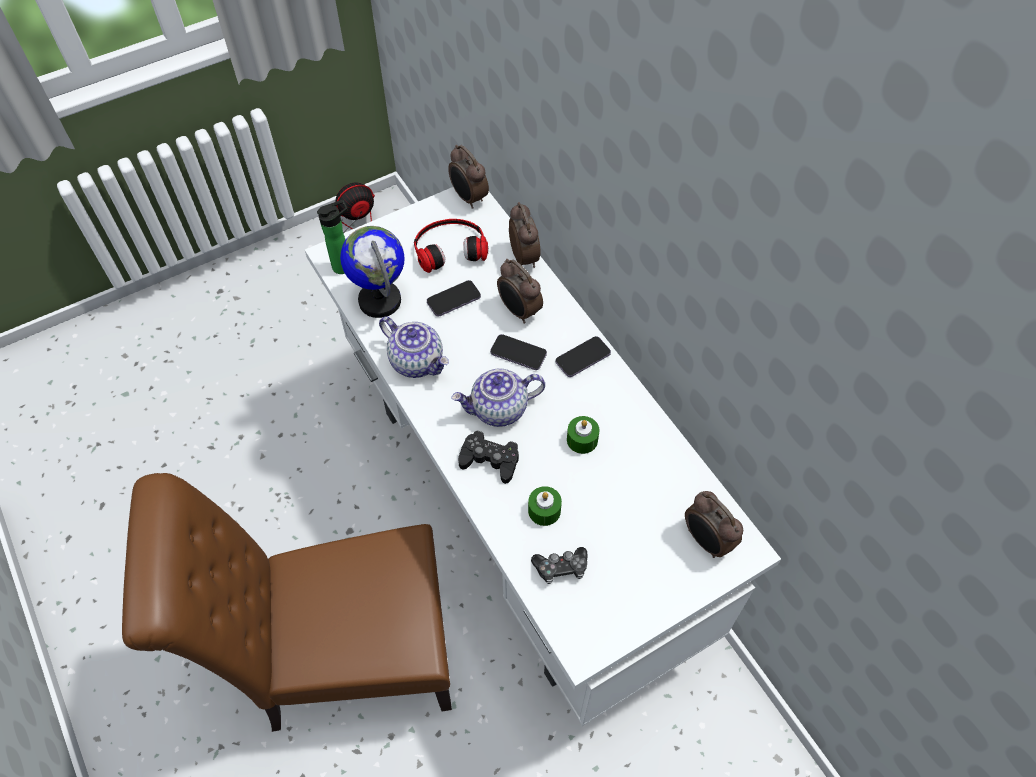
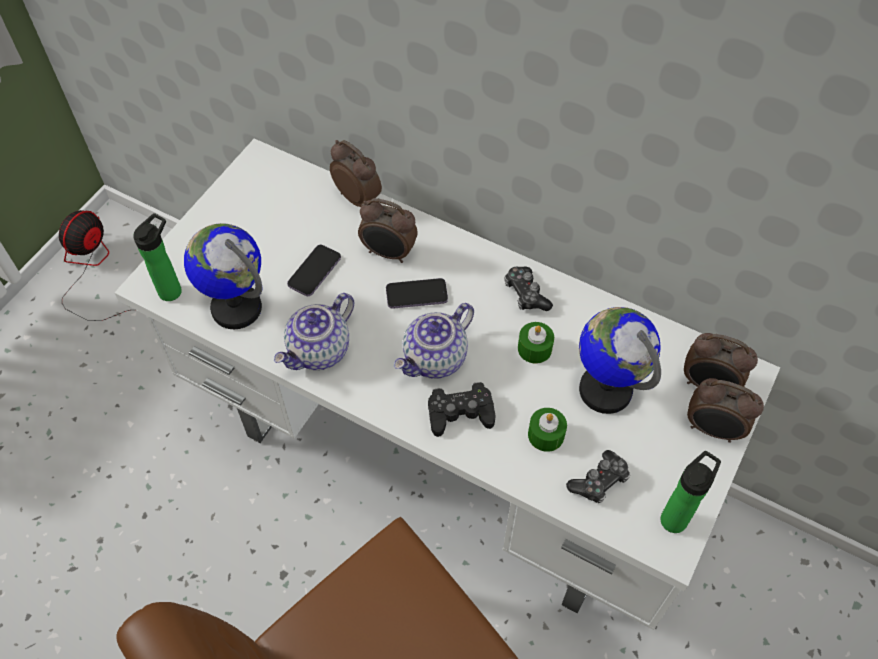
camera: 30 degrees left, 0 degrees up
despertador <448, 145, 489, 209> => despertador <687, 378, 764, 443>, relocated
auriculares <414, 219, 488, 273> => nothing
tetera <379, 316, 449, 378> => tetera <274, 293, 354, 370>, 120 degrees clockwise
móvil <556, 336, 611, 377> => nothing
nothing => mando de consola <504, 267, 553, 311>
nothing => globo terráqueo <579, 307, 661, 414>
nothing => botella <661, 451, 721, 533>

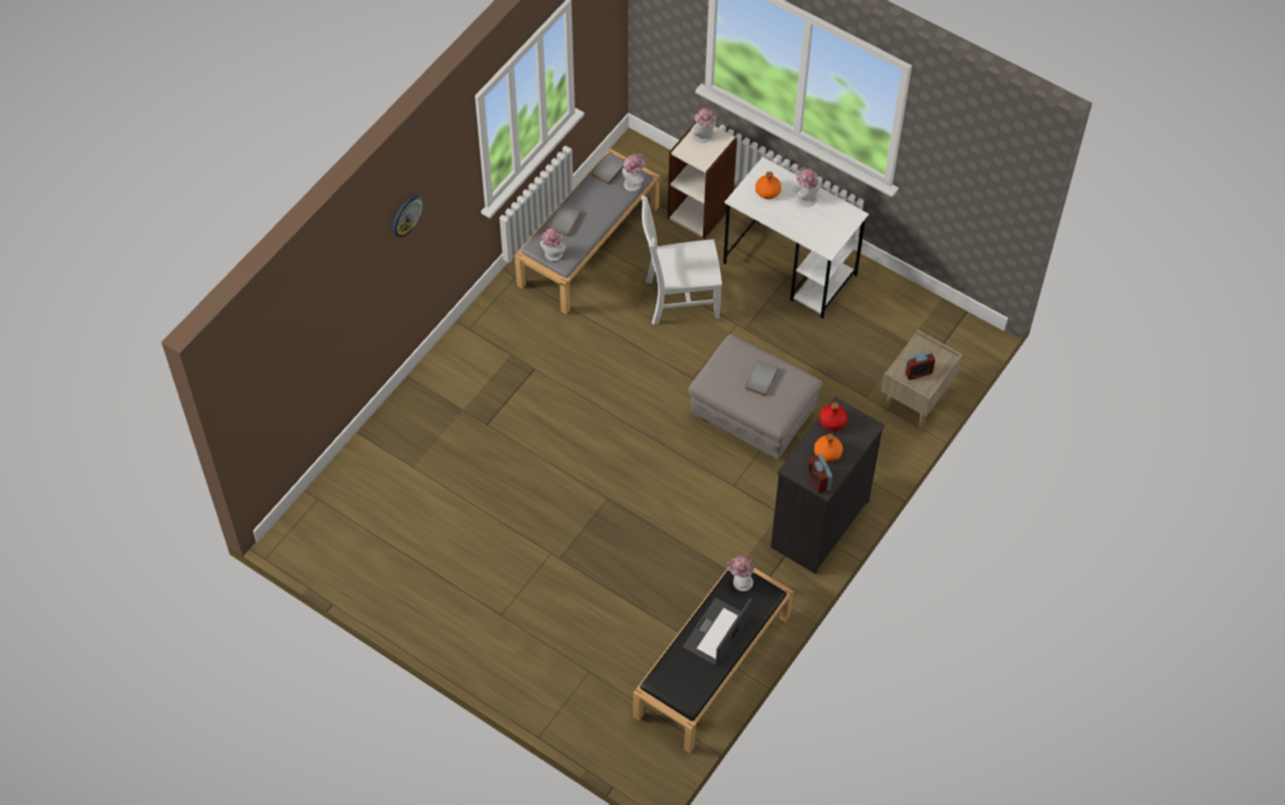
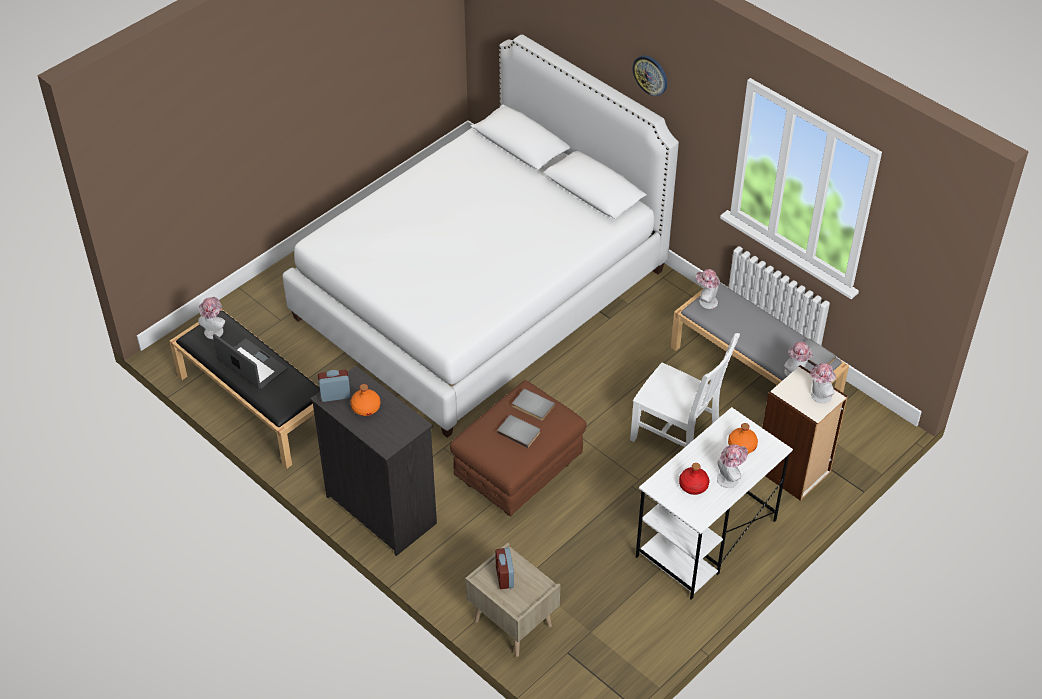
camera: 100 degrees right, 10 degrees down
silla (blanco) <641, 195, 722, 325> => silla (blanco) <630, 333, 740, 447>, 120 degrees clockwise
libro (gris) <548, 204, 581, 237> => libro (gris) <512, 388, 555, 421>, relocated
puf (gris) <688, 334, 822, 460> => puf (marrón) <450, 380, 587, 516>
botella (rojo) <819, 402, 848, 431> => botella (rojo) <679, 463, 709, 495>, relocated
sombrero <727, 556, 754, 592> => sombrero <198, 297, 225, 339>, relocated
nothing => cama (blanco) <282, 34, 679, 438>

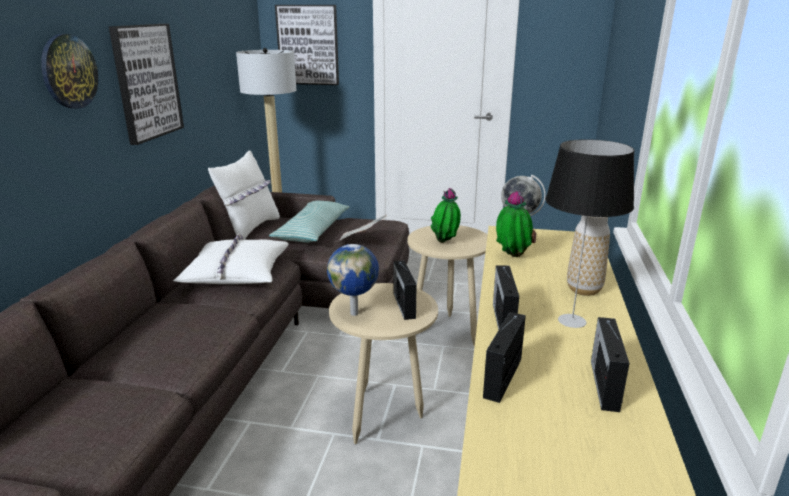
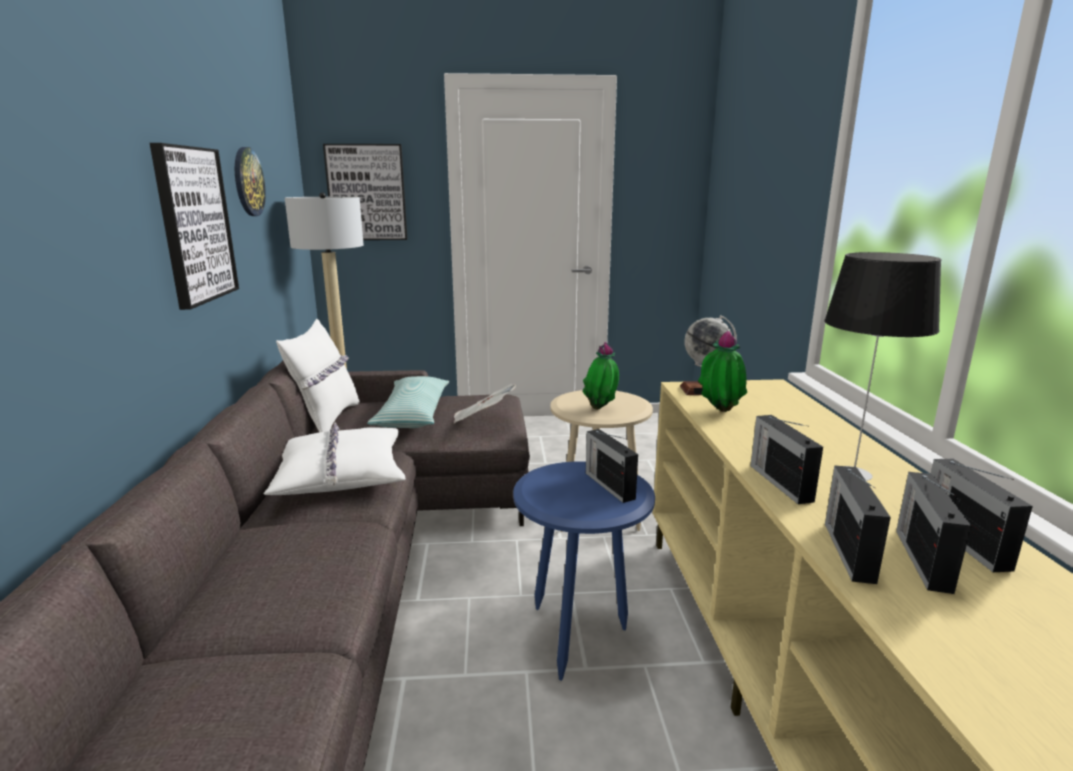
camera: 15 degrees left, 5 degrees down
reloj de pared <41, 34, 98, 109> => reloj de pared <235, 147, 266, 216>, relocated
florero <567, 216, 610, 296> => nothing
globo terráqueo <327, 244, 379, 316> => nothing
mesa auxiliar (beis) <329, 283, 438, 444> => mesa auxiliar (azul) <513, 461, 655, 681>
nothing => radio <896, 472, 971, 594>

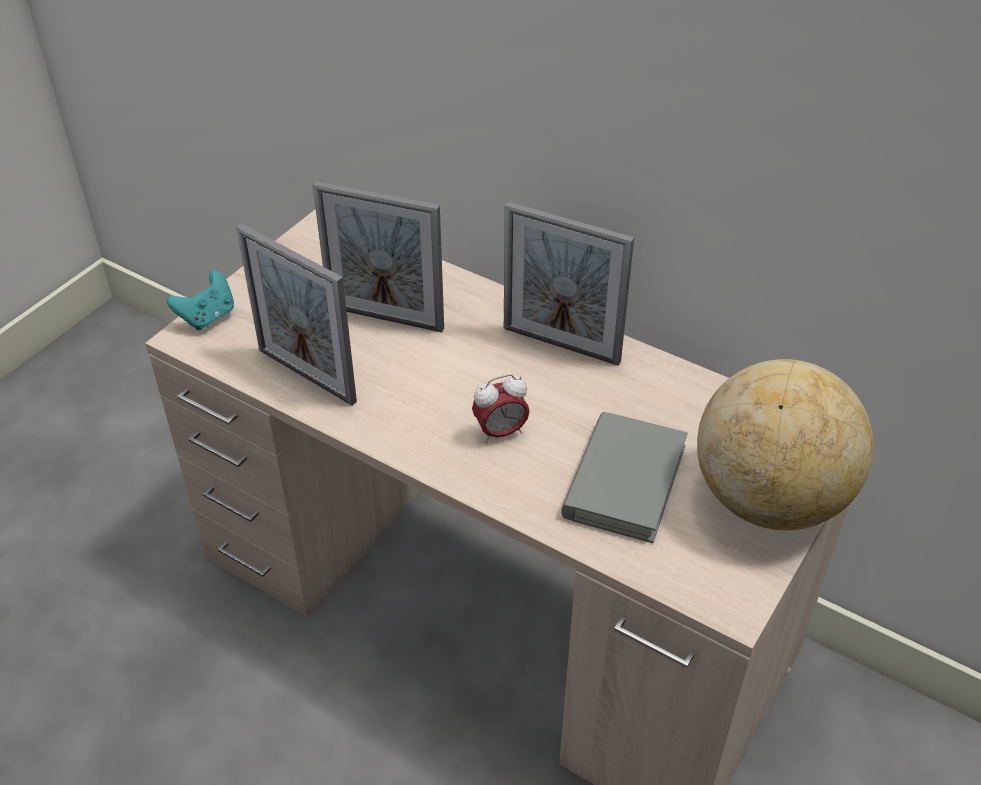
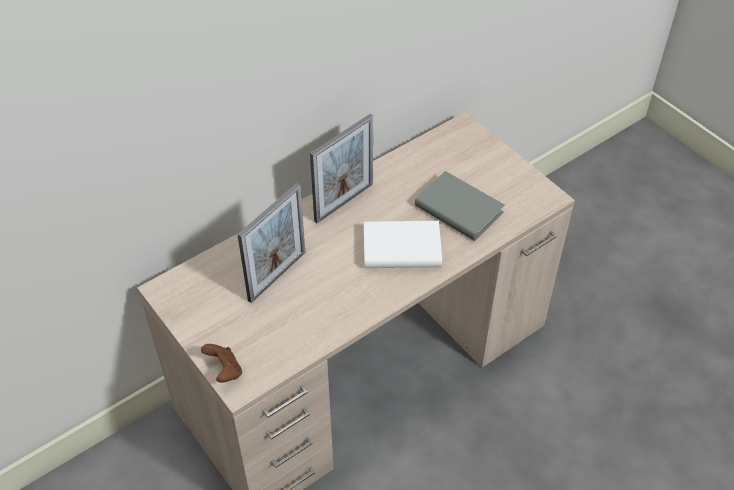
camera: 70 degrees left, 5 degrees up
portarretratos <236, 224, 357, 405> => nothing
mando de consola (turquesa) <167, 270, 234, 331> => mando de consola (marrón) <201, 344, 242, 383>
globo terráqueo <697, 359, 874, 530> => nothing
despertador <472, 374, 530, 444> => libro (blanco) <364, 221, 442, 268>

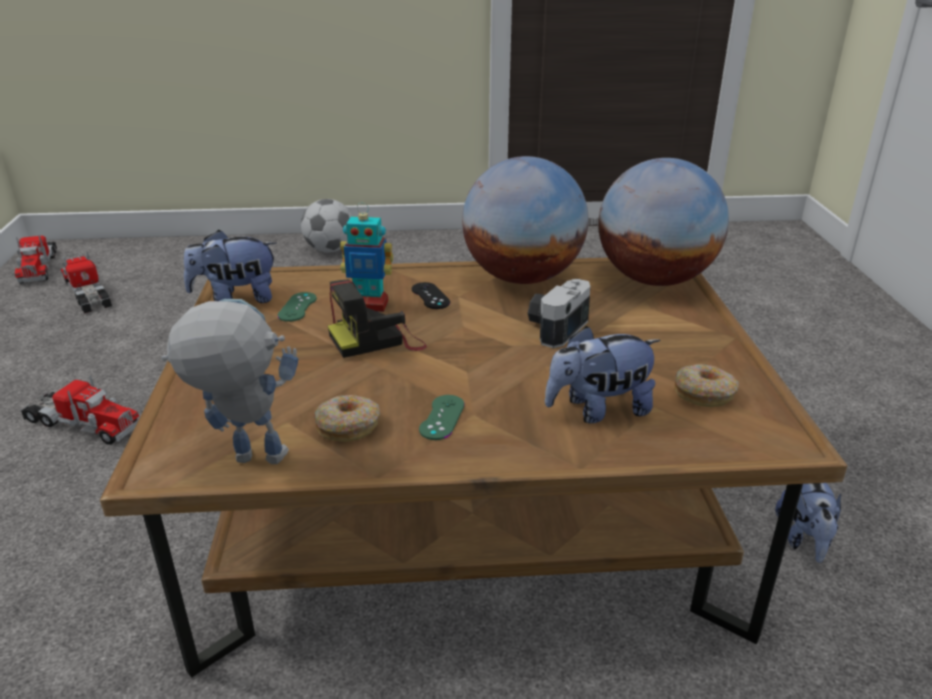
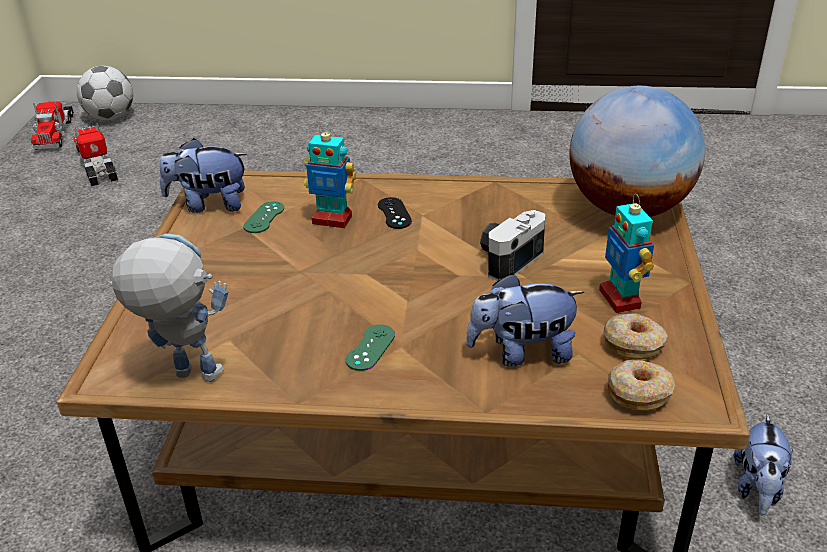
camera: 10 degrees right, 5 degrees up
globo terráqueo <462, 156, 589, 284> => nothing
balón de fútbol <301, 199, 353, 253> => balón de fútbol <77, 66, 133, 120>, relocated
cámara <328, 280, 427, 358> => nothing
camión de juguete <21, 376, 139, 445> => nothing
rosquilla <313, 395, 380, 442> => rosquilla <608, 360, 675, 411>, relocated
nothing => robot de juguete <599, 194, 654, 313>

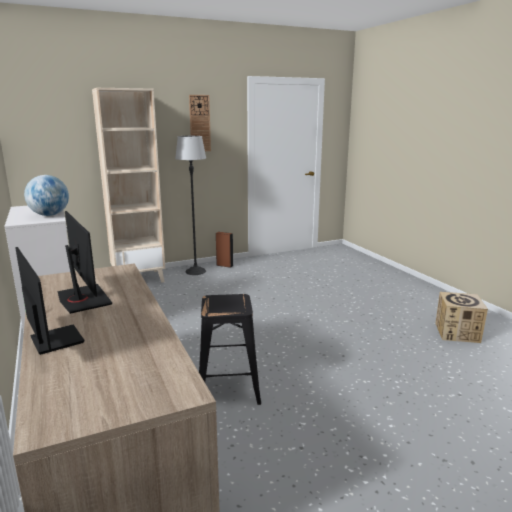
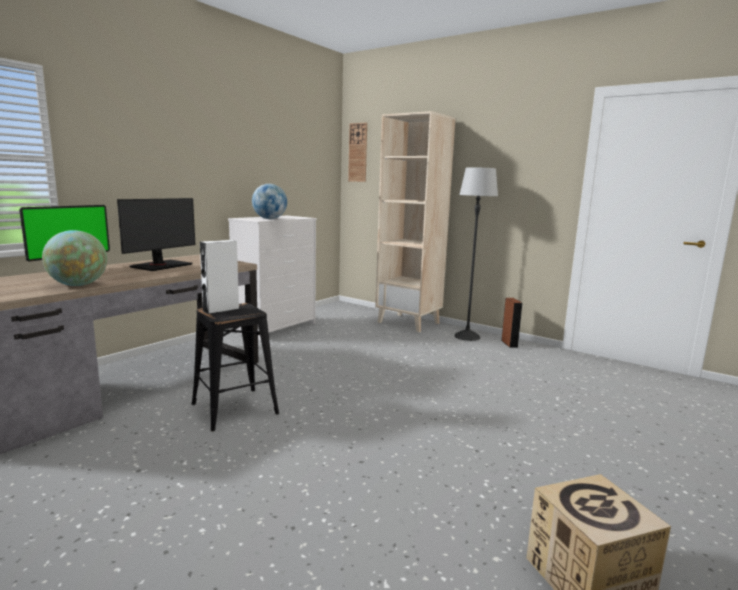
camera: 60 degrees right, 5 degrees down
reloj de pared <189, 95, 211, 151> => reloj de pared <348, 123, 367, 182>, relocated
nothing => globo terráqueo <42, 230, 107, 286>
nothing => altavoz (blanco) <200, 240, 239, 314>

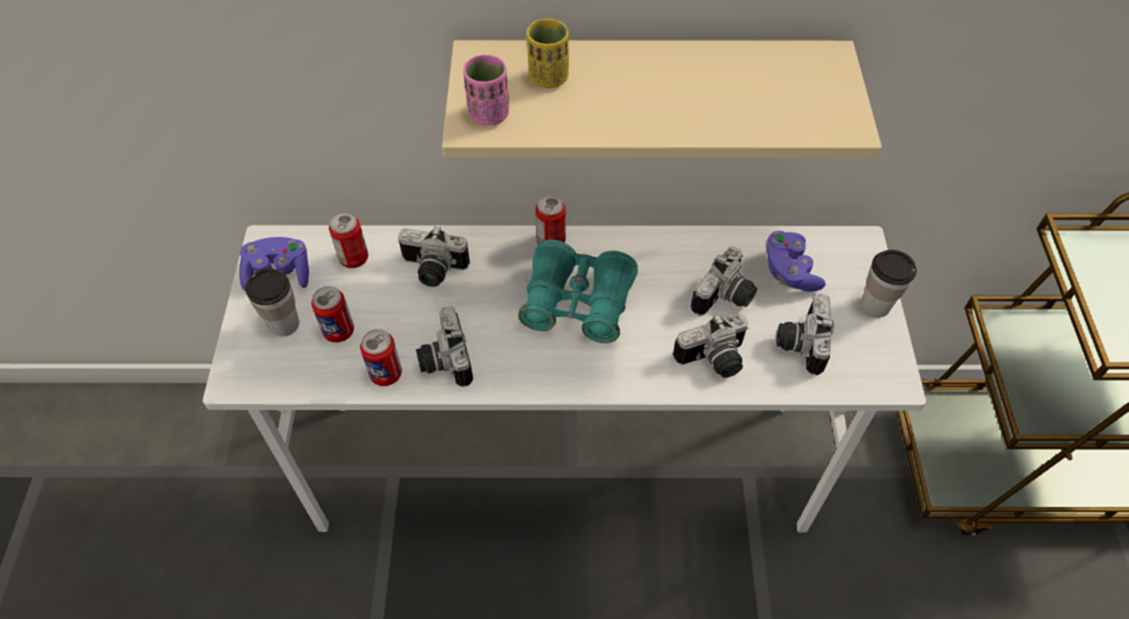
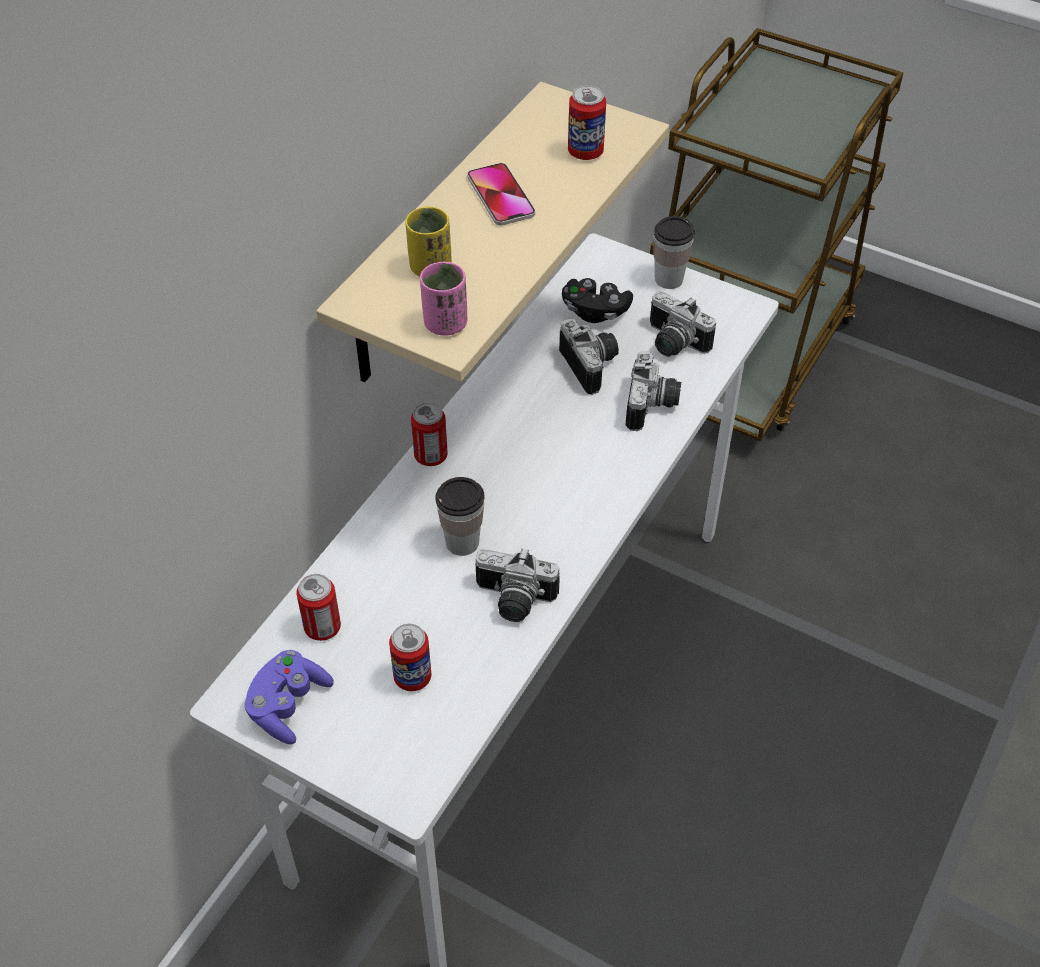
camera: 60 degrees left, 5 degrees down
cámara <398, 226, 470, 287> => nothing
mando de consola (morado) <765, 231, 826, 292> => mando de consola (negro) <562, 278, 633, 323>
prismáticos (turquesa) <518, 240, 638, 343> => nothing
taza <246, 268, 299, 337> => taza <435, 477, 485, 556>, relocated
lata <360, 329, 402, 386> => lata <568, 85, 606, 160>, relocated
nothing => móvil <467, 163, 535, 225>

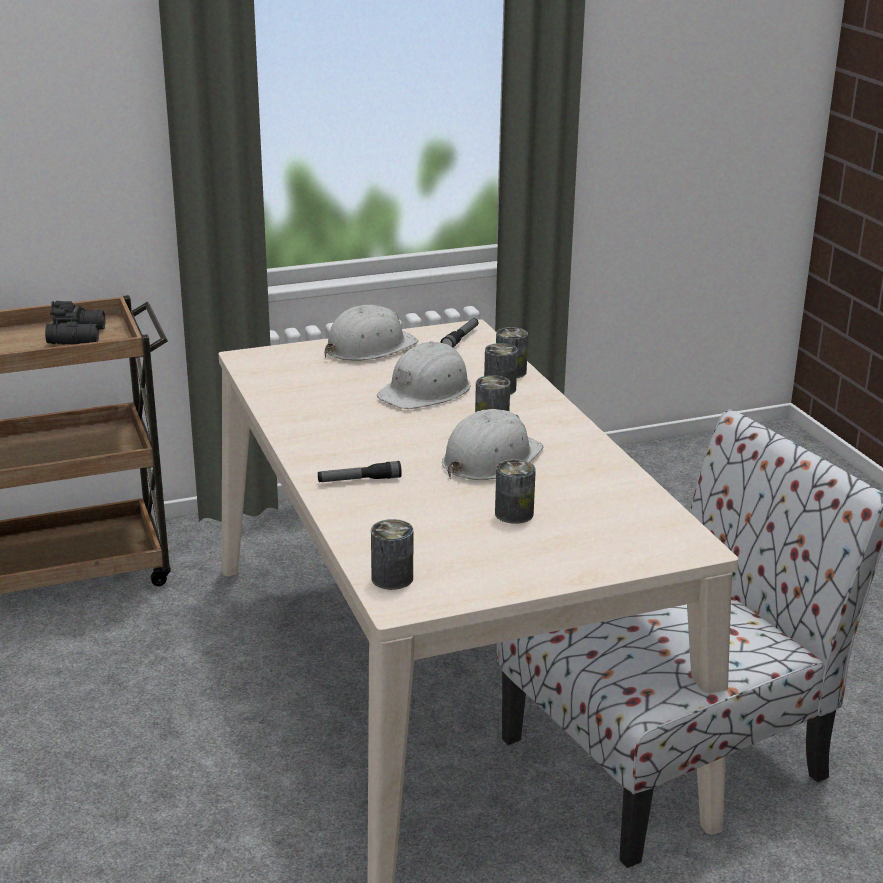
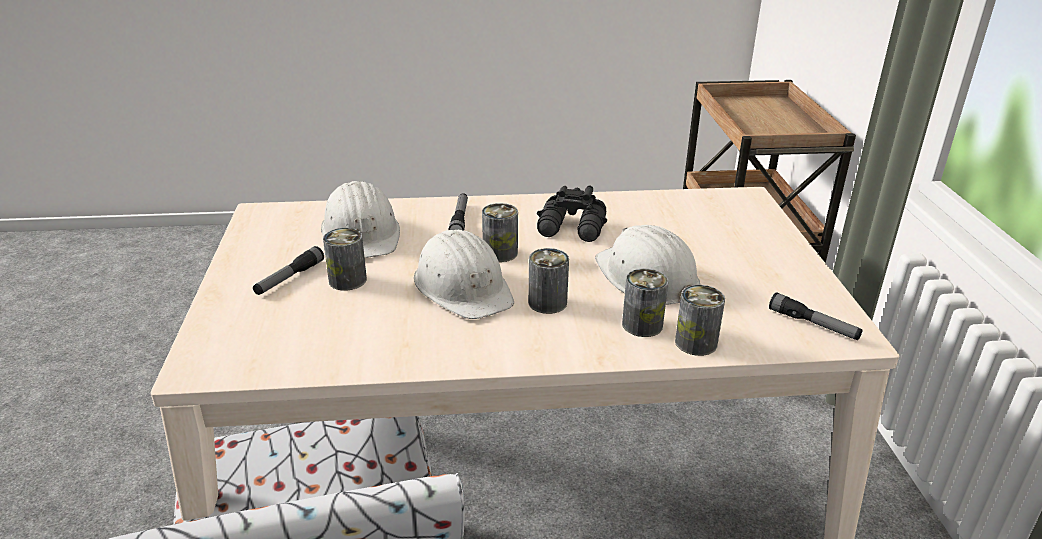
camera: 105 degrees right, 5 degrees up
prismáticos (negro) <45, 301, 105, 344> => prismáticos (negro) <537, 185, 607, 242>, relocated
casco (blanco) <325, 305, 418, 361> => casco (blanco) <321, 181, 400, 258>, relocated
lata <371, 519, 413, 590> => lata <482, 203, 518, 262>, relocated
nothing => linterna <253, 246, 324, 295>

